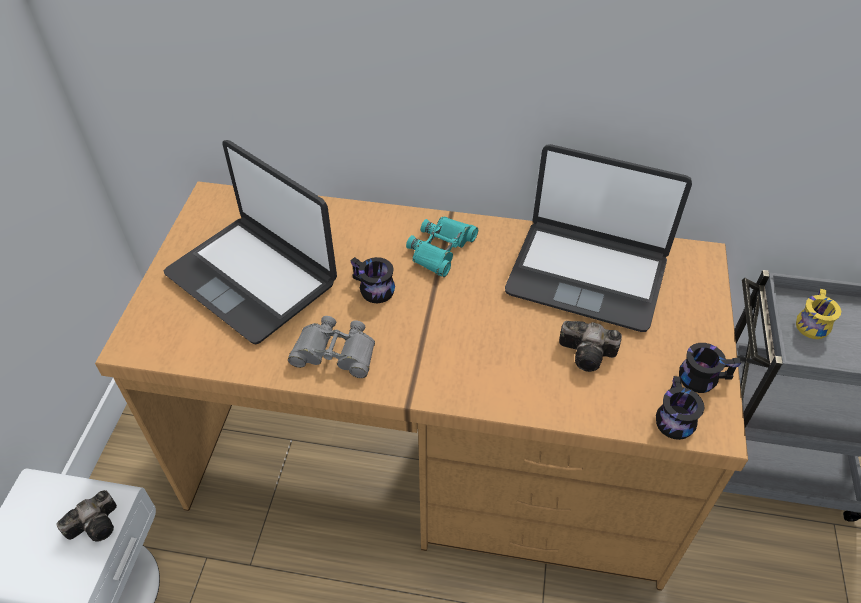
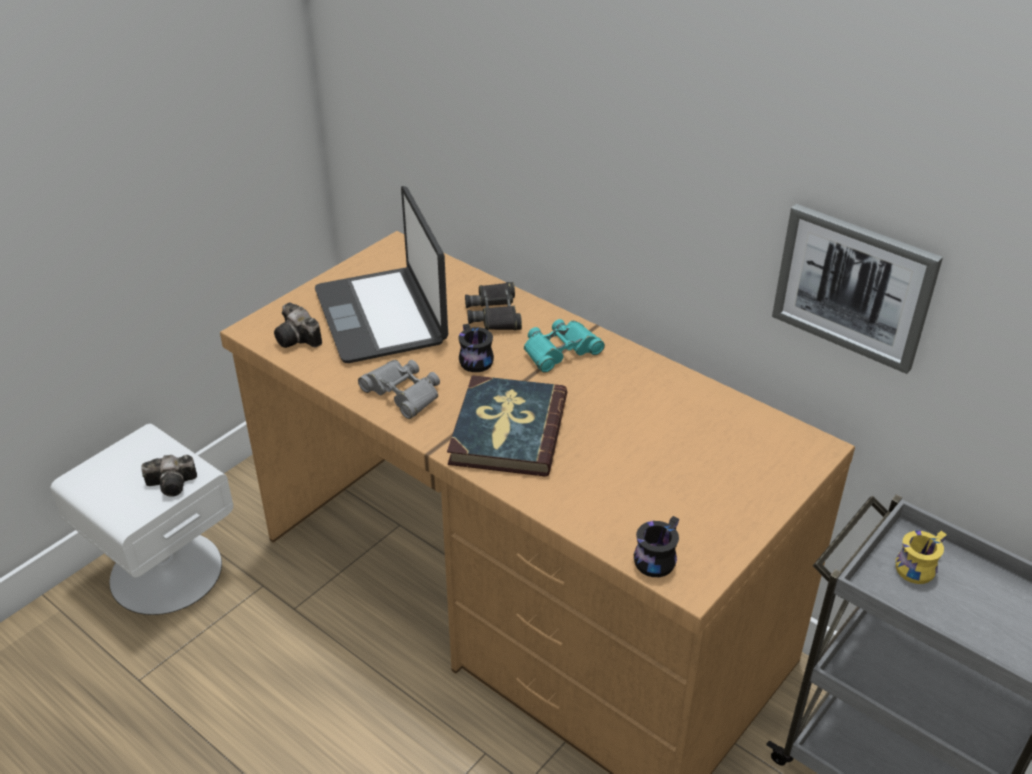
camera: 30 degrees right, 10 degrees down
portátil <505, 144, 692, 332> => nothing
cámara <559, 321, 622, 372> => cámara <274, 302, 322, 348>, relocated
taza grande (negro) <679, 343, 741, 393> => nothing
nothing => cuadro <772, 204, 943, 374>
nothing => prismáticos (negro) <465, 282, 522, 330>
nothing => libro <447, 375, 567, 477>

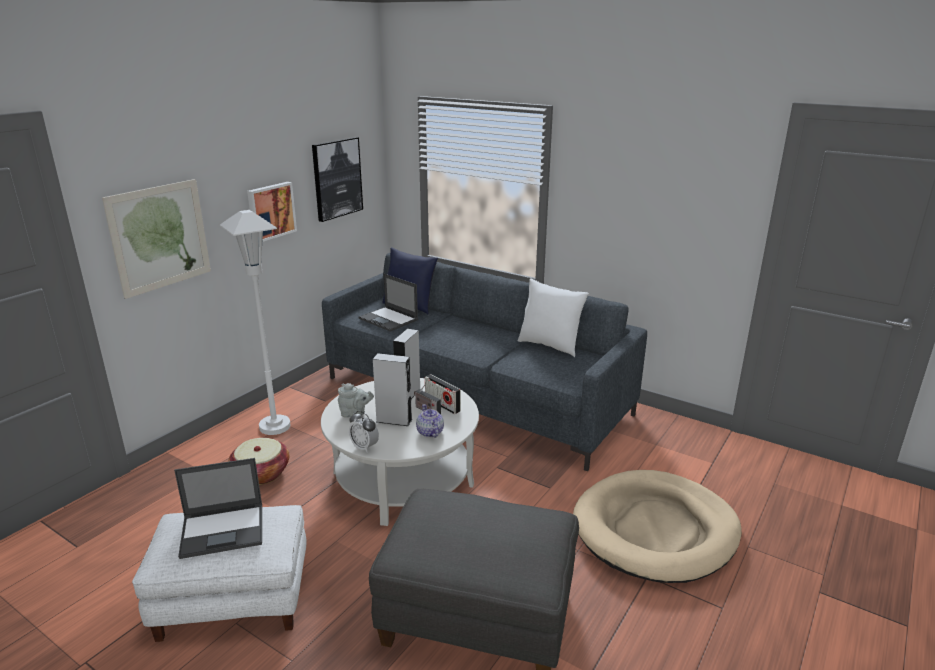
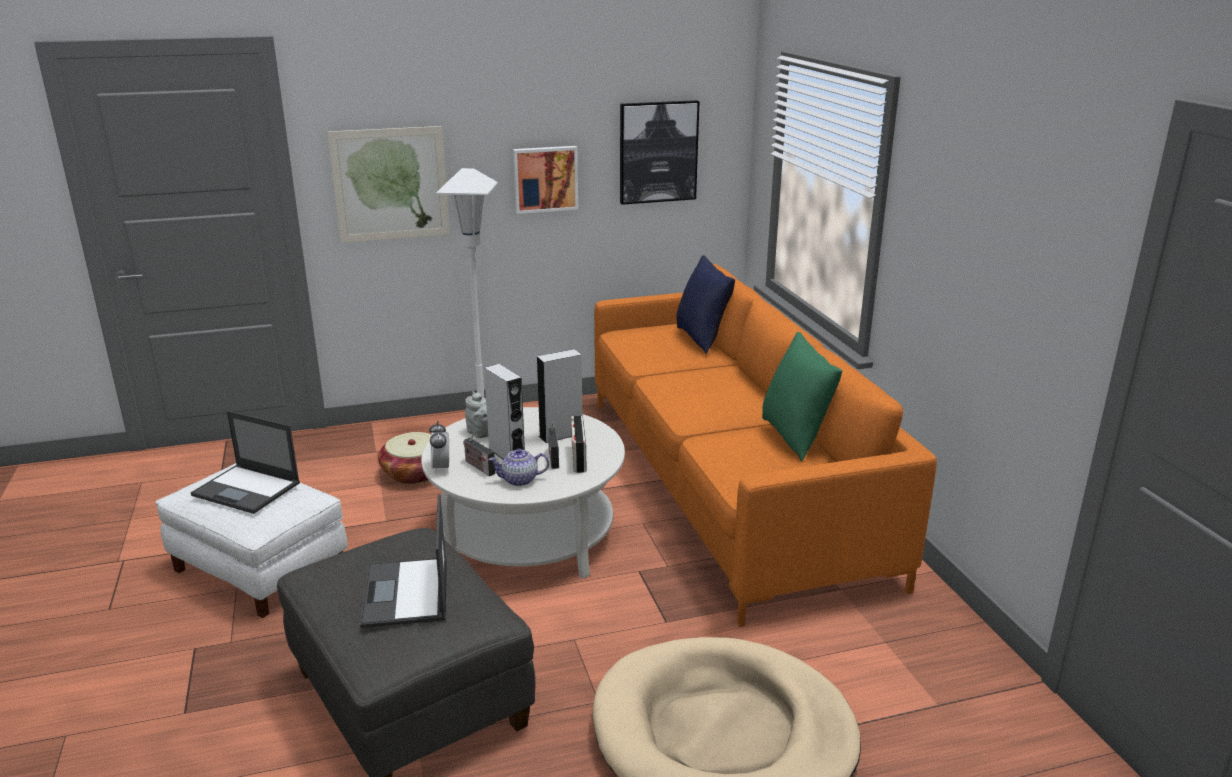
camera: 40 degrees right, 0 degrees up
sofá (gris) <322, 253, 647, 471> => sofá (naranja) <594, 264, 937, 627>
portátil <358, 274, 418, 332> => portátil <360, 494, 447, 628>, relocated
cojín (blanco) <518, 279, 589, 357> => cojín (verde) <762, 332, 843, 461>
tetera <416, 404, 444, 438> => tetera <489, 448, 549, 486>, 120 degrees counterclockwise
nothing => radio <463, 432, 495, 476>

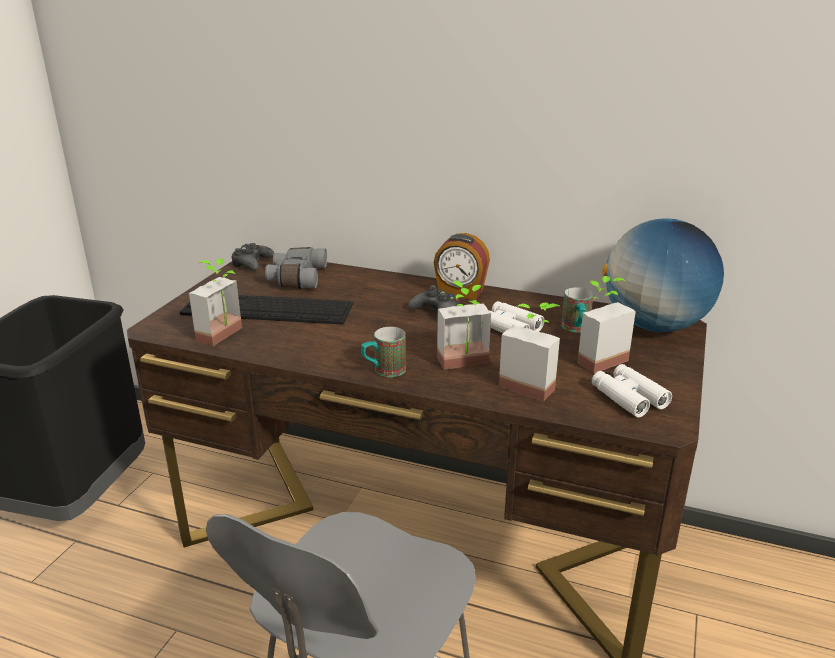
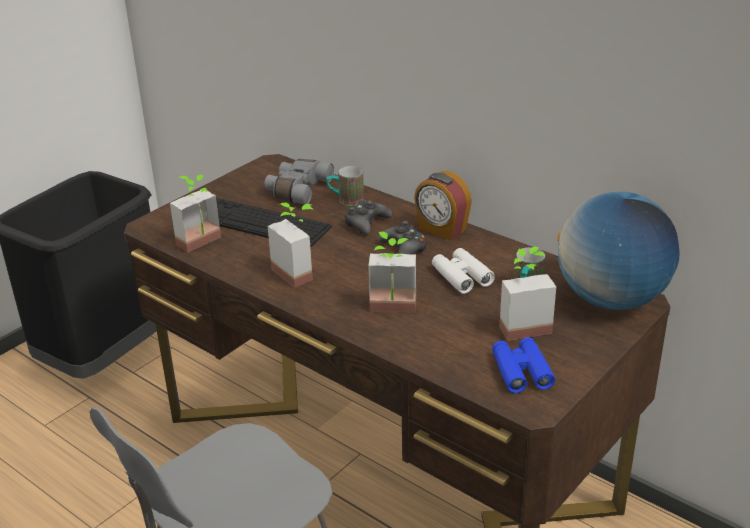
camera: 20 degrees right, 5 degrees up
mando de consola (negro) <232, 243, 274, 271> => mando de consola (negro) <345, 200, 393, 235>, relocated
planta en maceta <499, 303, 560, 401> => planta en maceta <268, 203, 314, 288>, relocated
taza grande <361, 327, 406, 377> => taza grande <327, 166, 364, 206>, relocated
prismáticos (blanco) <592, 364, 672, 418> => prismáticos (azul) <492, 337, 555, 393>

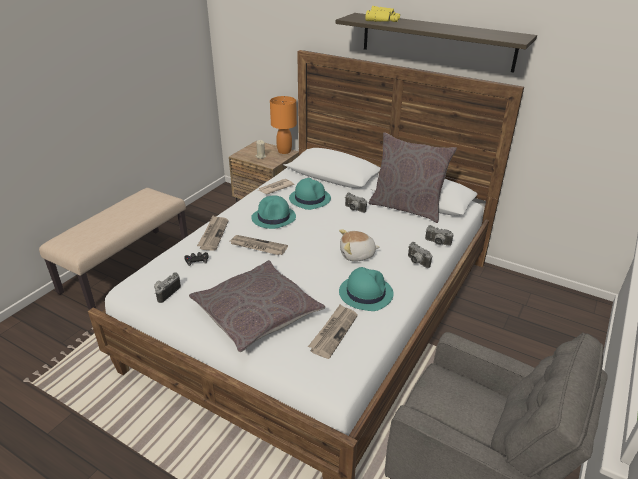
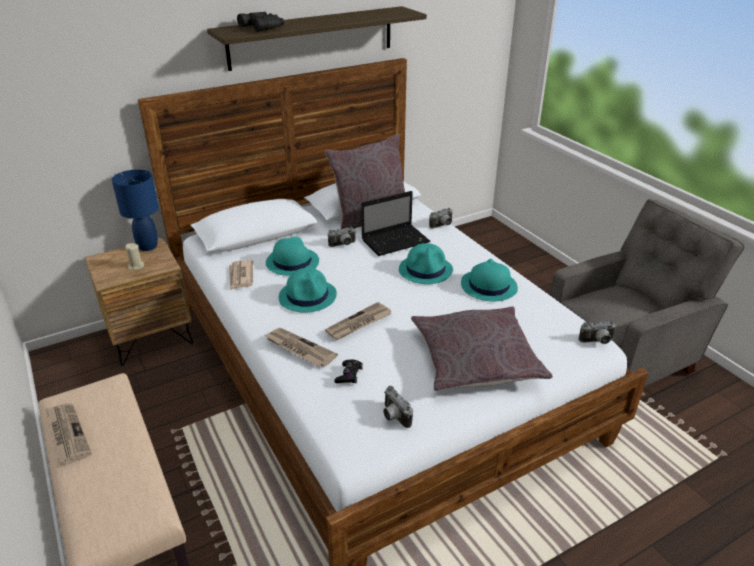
camera: 60 degrees left, 0 degrees up
prismáticos (amarillo) <365, 6, 400, 22> => prismáticos (negro) <237, 12, 284, 32>
lámpara de mesa (naranja) <270, 96, 297, 154> => lámpara de mesa (azul) <112, 169, 159, 251>
peluche <339, 229, 380, 261> => sombrero (turquesa) <399, 243, 453, 284>
cámara <408, 242, 432, 268> => cámara <579, 321, 617, 344>, relocated
periódico <308, 304, 358, 359> => periódico <45, 403, 92, 464>, relocated
nothing => portátil <361, 191, 430, 256>

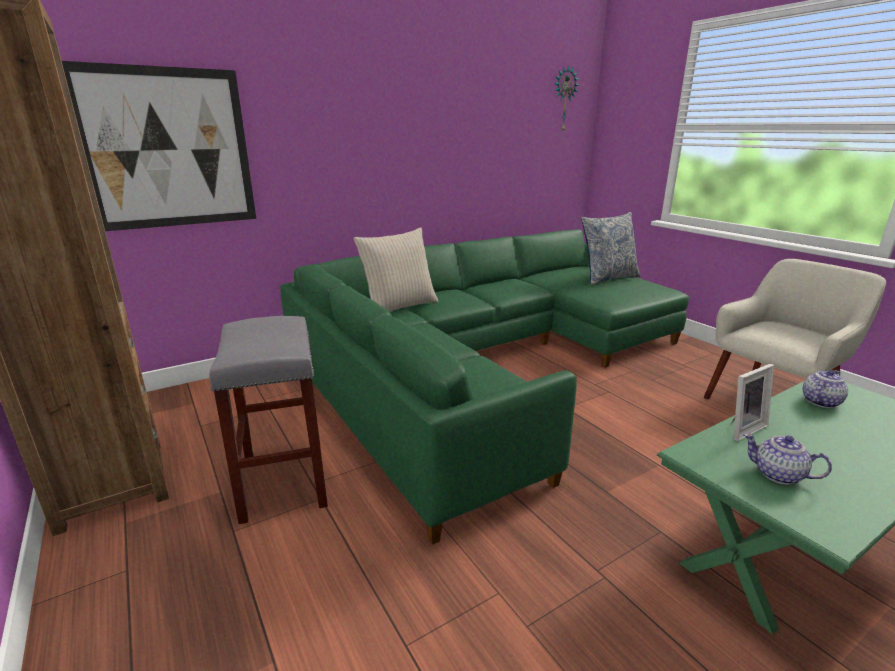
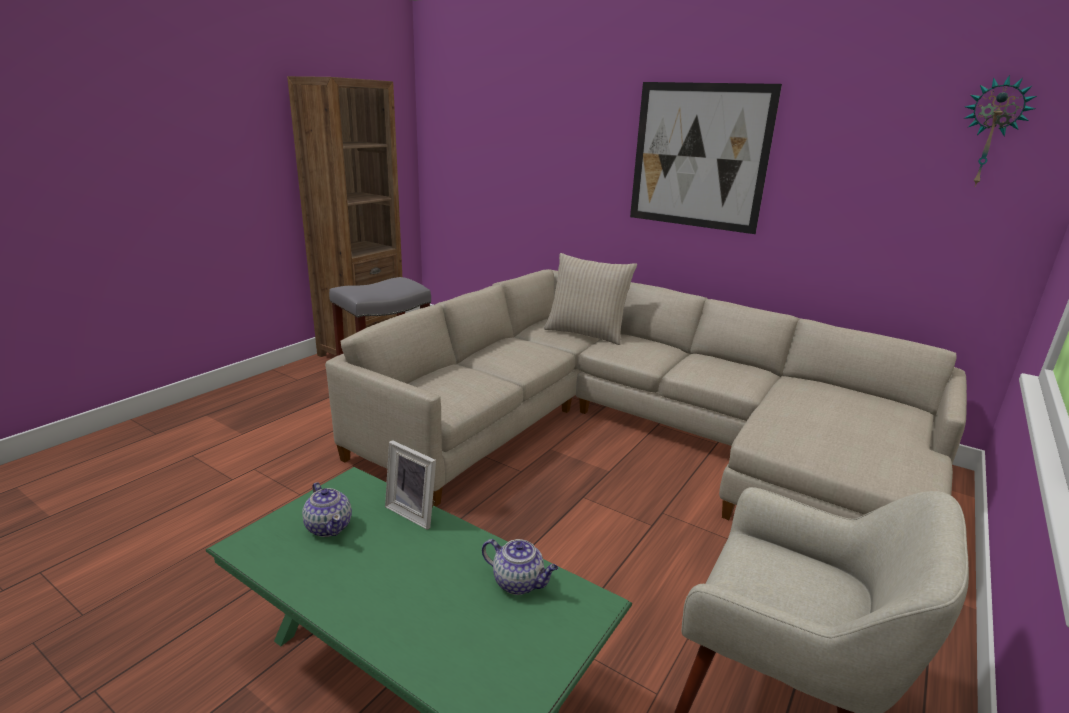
camera: 65 degrees right, 0 degrees up
cuadro <62, 61, 256, 231> => cuadro <630, 82, 782, 234>, relocated
cojín <581, 212, 641, 285> => nothing
sofá (verde) <280, 229, 689, 545> => sofá (beis) <325, 269, 967, 520>
tetera <743, 433, 832, 485> => tetera <302, 482, 352, 537>, 135 degrees clockwise

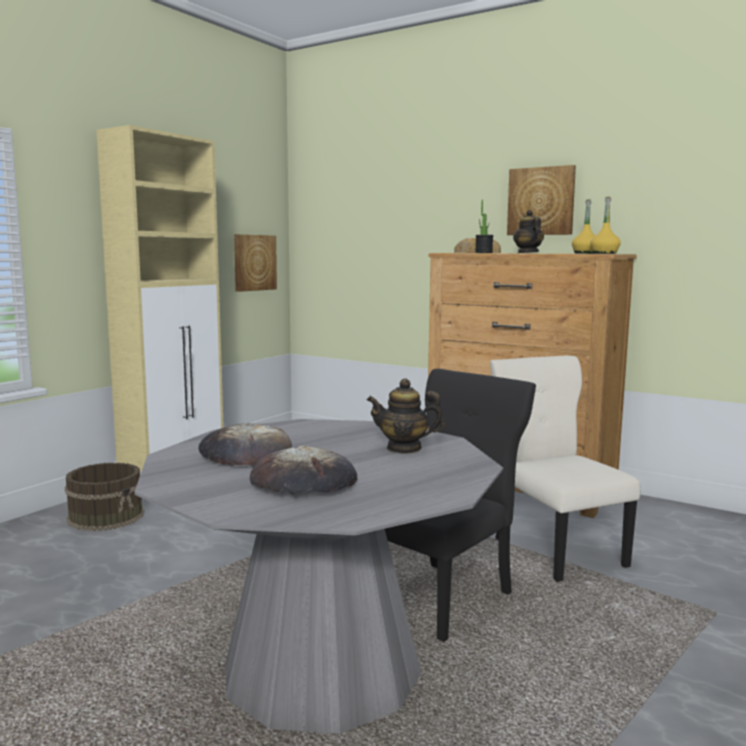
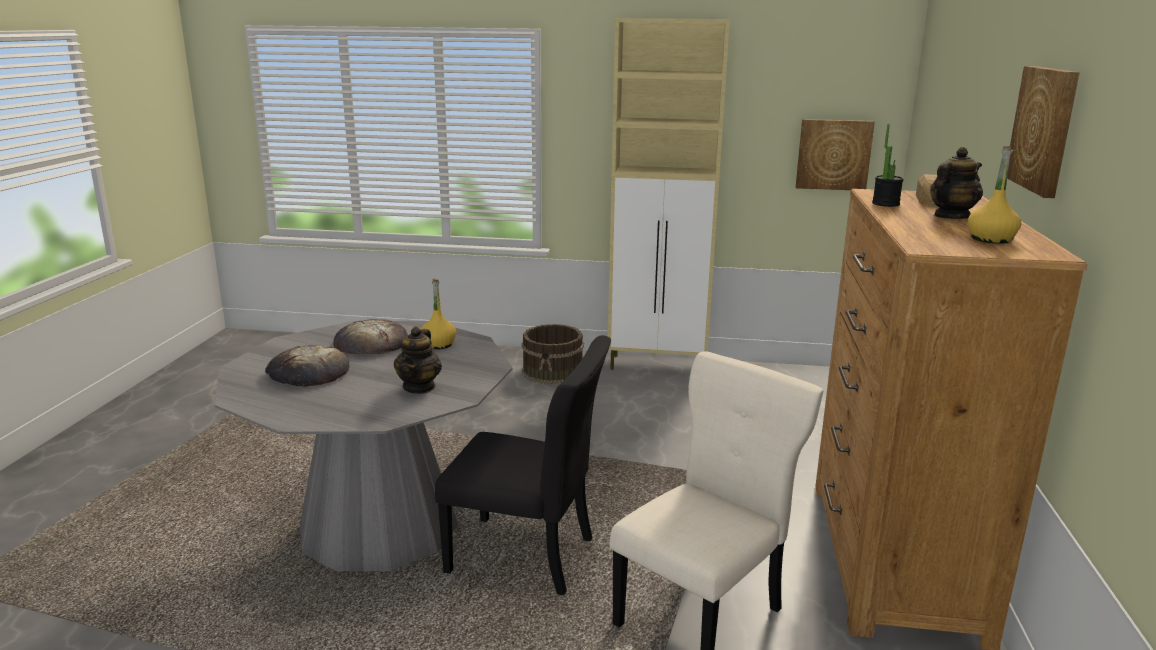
camera: 65 degrees right, 10 degrees up
botella (amarillo) <590, 197, 621, 254> => botella (amarillo) <420, 278, 456, 349>, relocated
tetera <367, 378, 445, 453> => tetera <394, 326, 442, 394>, 150 degrees counterclockwise

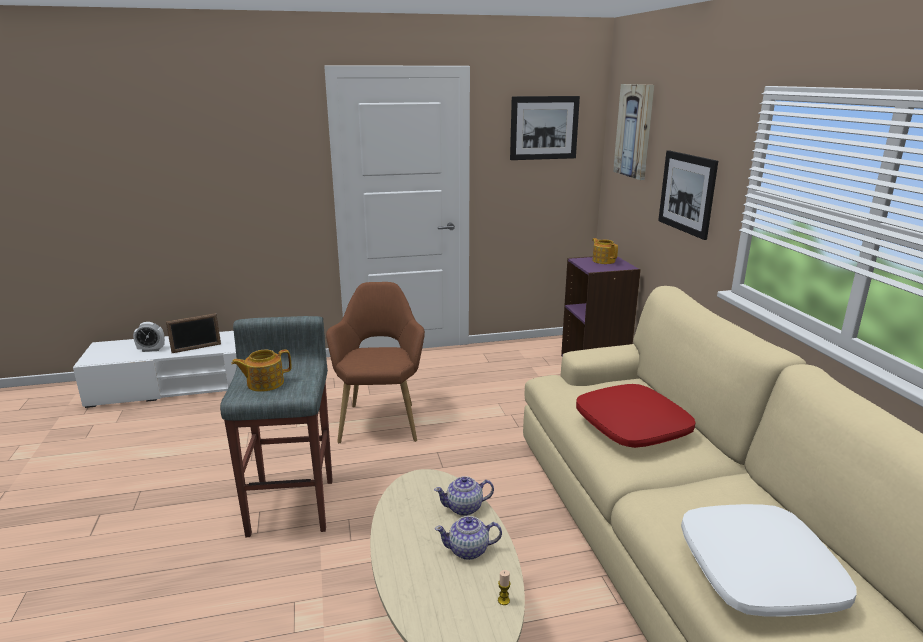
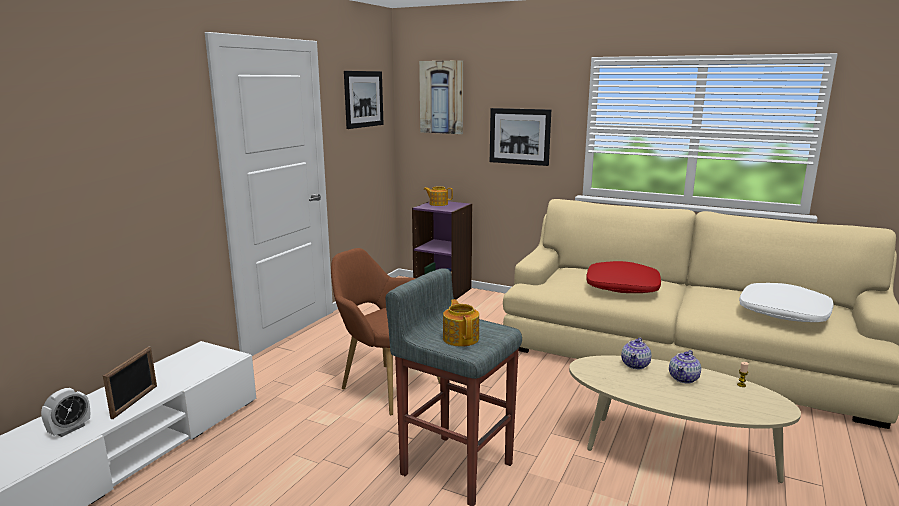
camera: 50 degrees left, 5 degrees down
tetera <231, 349, 291, 392> => tetera <443, 299, 479, 347>, 150 degrees clockwise

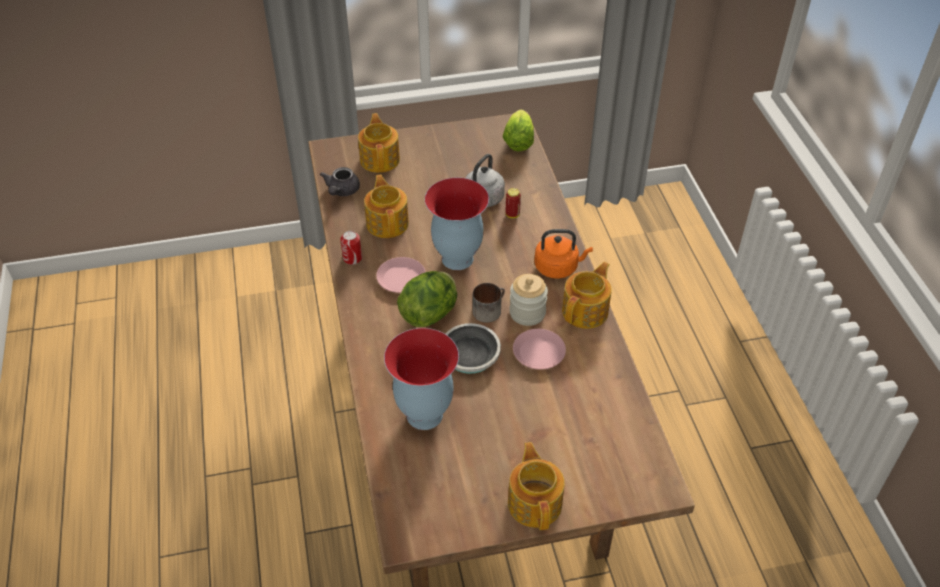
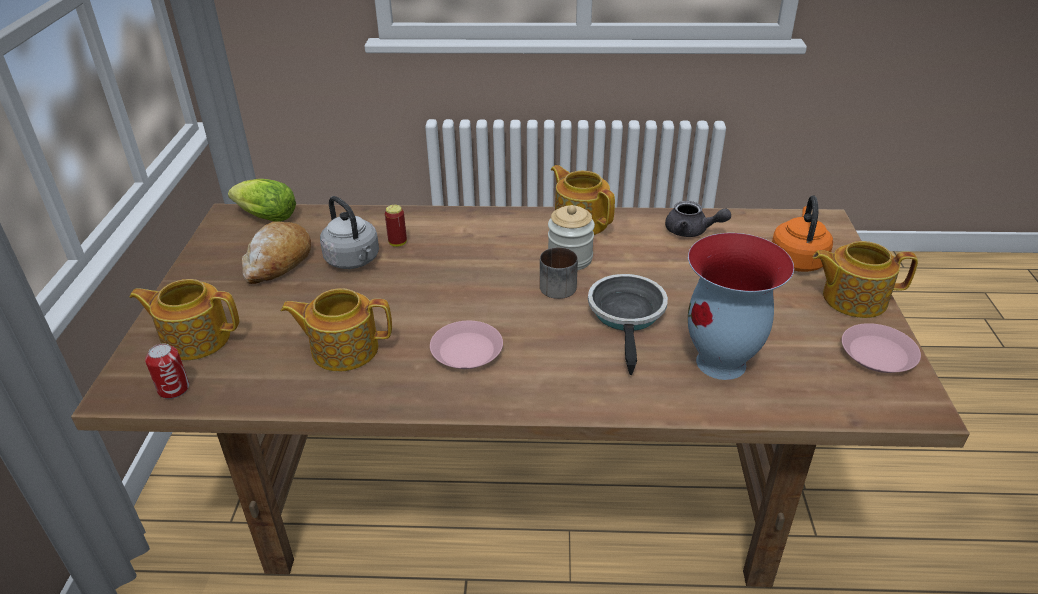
camera: 75 degrees left, 10 degrees down
tetera (gris) <320, 167, 360, 196> => tetera (gris) <665, 201, 731, 237>, relocated
florero <425, 178, 489, 270> => nothing
hervidor (naranja) <534, 229, 593, 279> => hervidor (naranja) <772, 195, 833, 272>, relocated
lata <340, 231, 362, 265> => lata <145, 344, 189, 399>, relocated
lechuga <397, 271, 457, 327> => nothing
plato (rosa) <513, 329, 566, 370> => plato (rosa) <842, 323, 921, 373>, relocated
nothing => pan <242, 222, 311, 284>

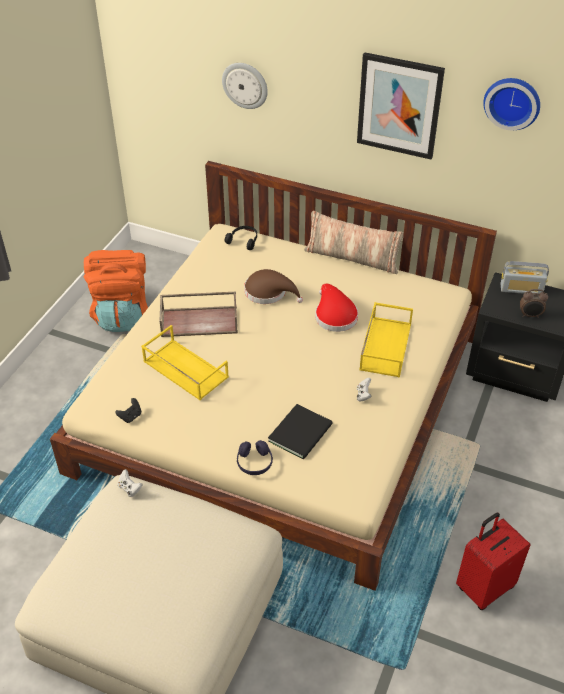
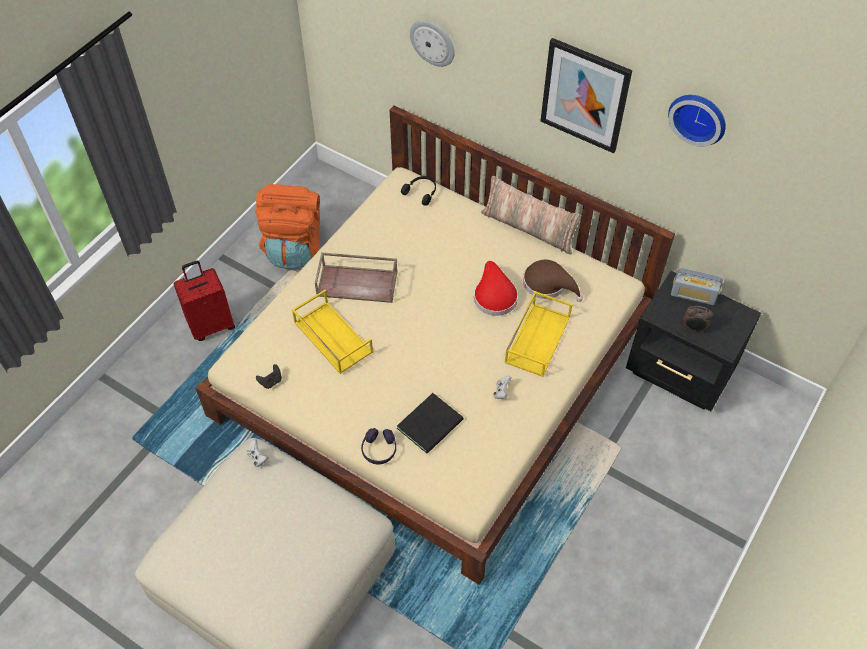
camera: 10 degrees right, 10 degrees up
sombrero (marrón) <244, 269, 303, 304> => sombrero (marrón) <523, 260, 583, 302>, relocated
maleta (rojo) <456, 512, 531, 610> => maleta (rojo) <174, 260, 235, 341>, relocated

